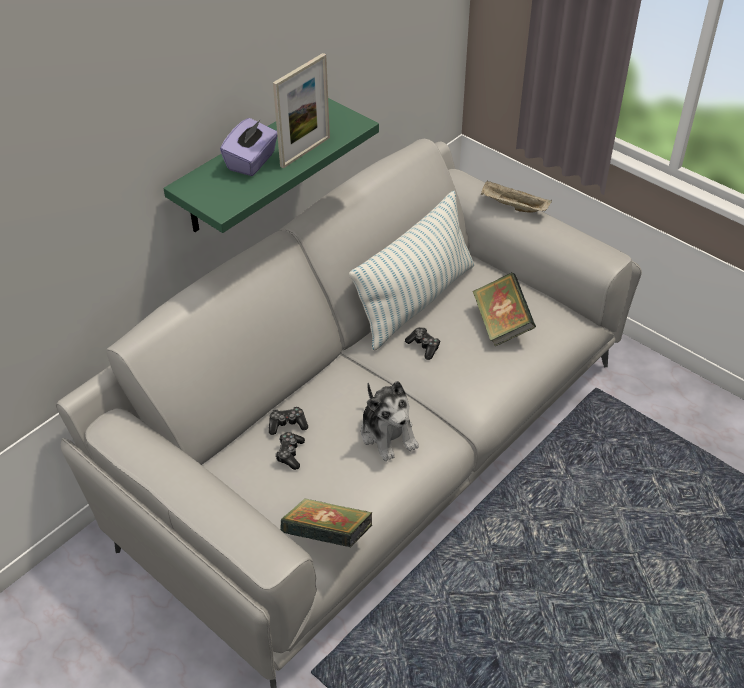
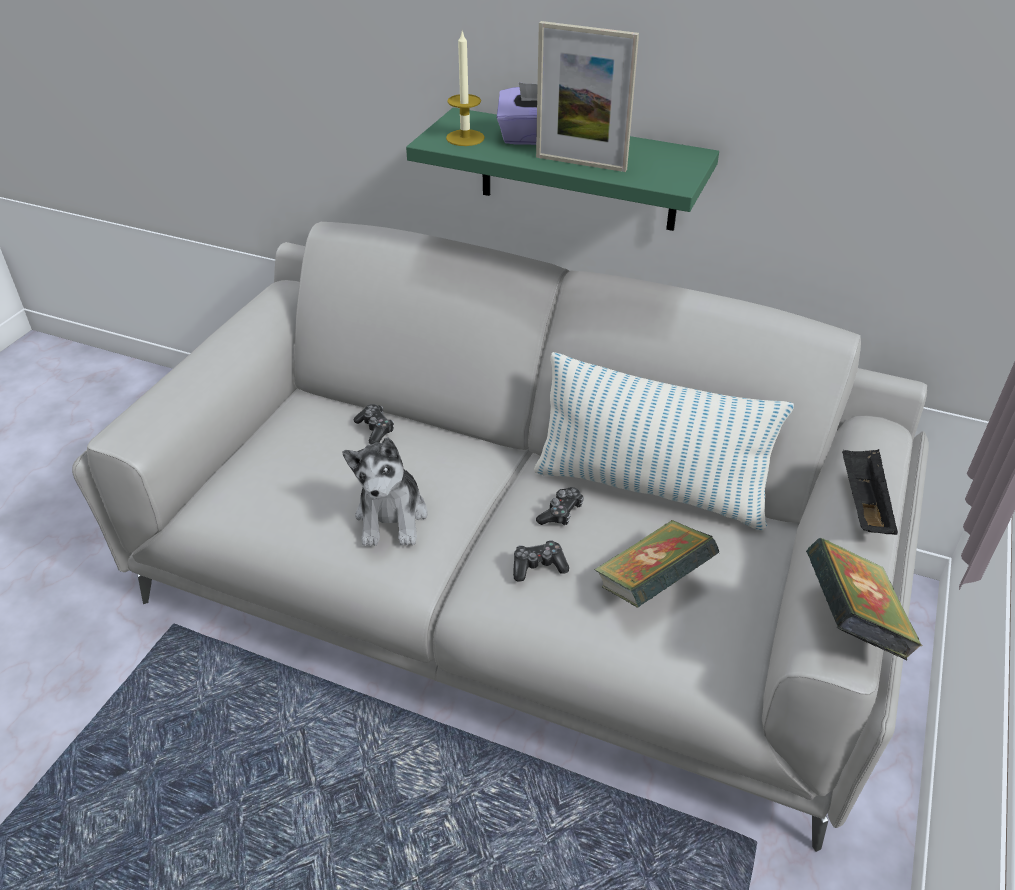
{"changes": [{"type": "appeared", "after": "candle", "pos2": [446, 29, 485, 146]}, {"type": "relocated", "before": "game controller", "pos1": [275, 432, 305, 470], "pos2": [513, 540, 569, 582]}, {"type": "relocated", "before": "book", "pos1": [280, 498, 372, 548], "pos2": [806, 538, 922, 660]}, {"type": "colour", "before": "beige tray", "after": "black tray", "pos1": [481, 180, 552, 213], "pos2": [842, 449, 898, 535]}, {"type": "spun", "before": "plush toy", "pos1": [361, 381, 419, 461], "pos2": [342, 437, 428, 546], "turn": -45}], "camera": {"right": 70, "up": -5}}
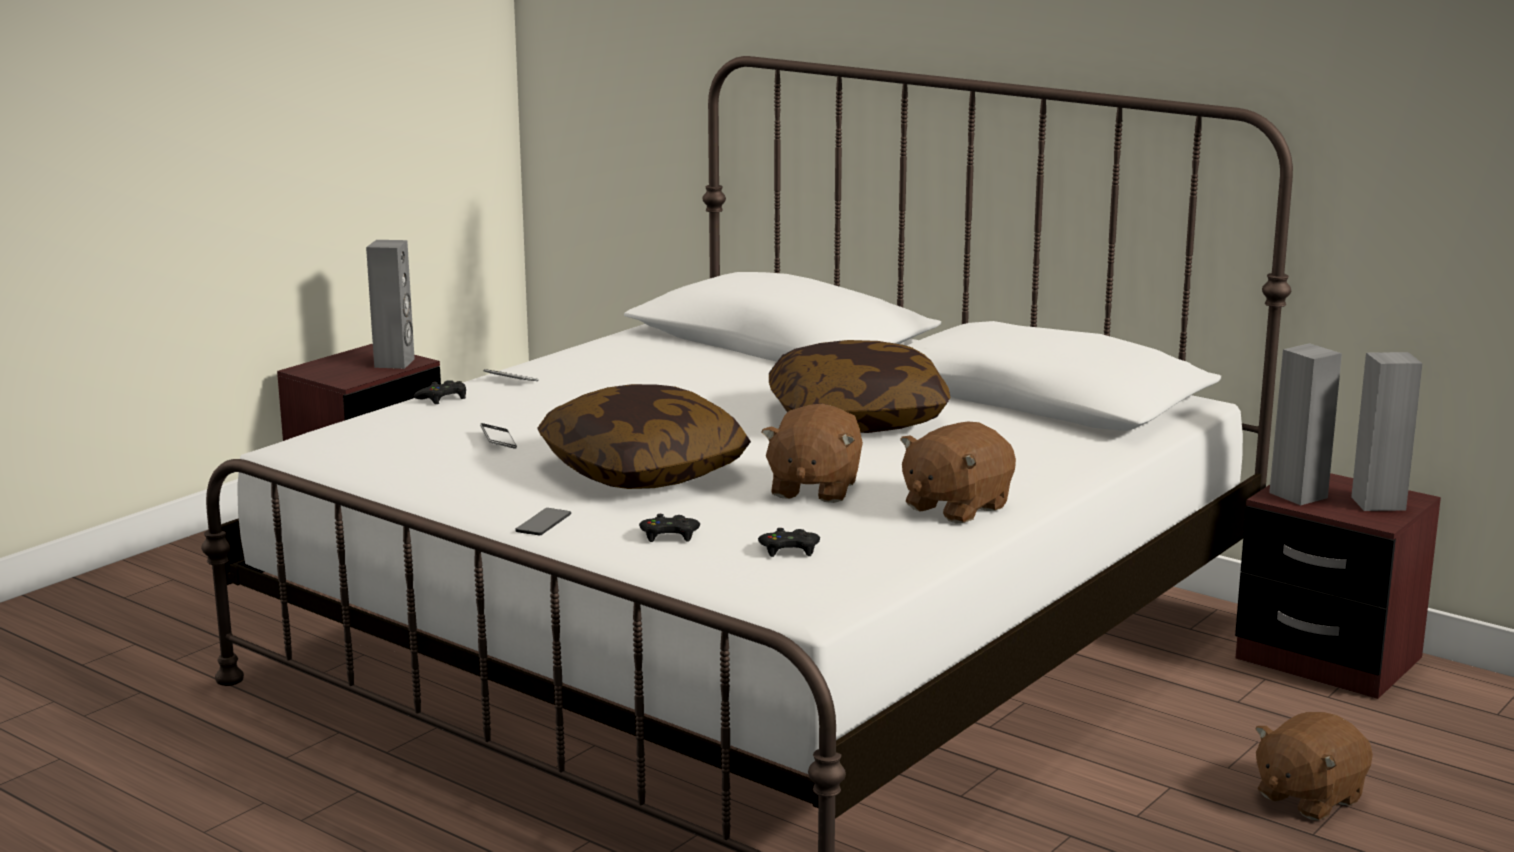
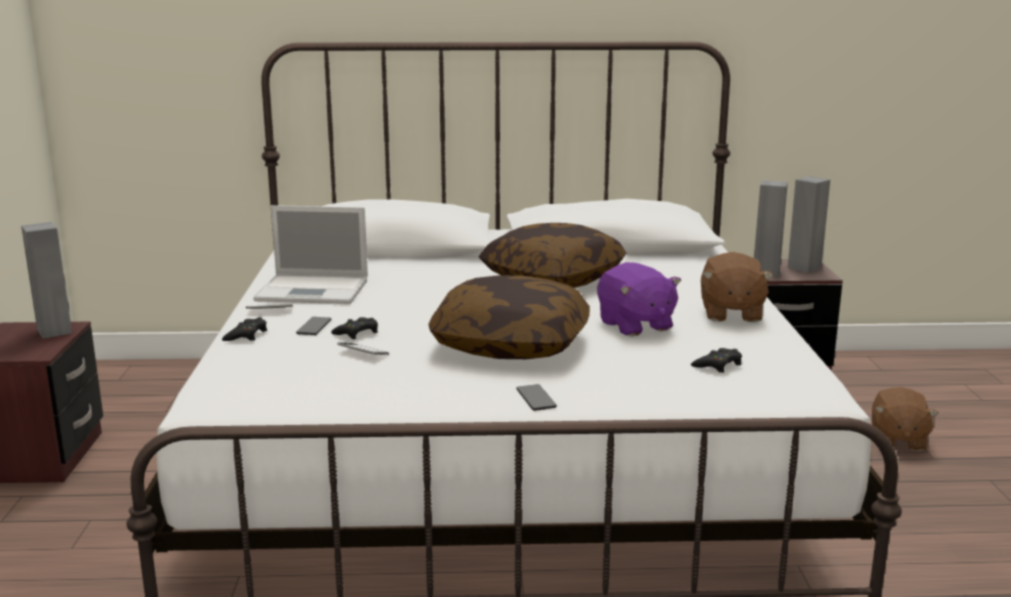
{"changes": [{"type": "appeared", "after": "laptop", "pos2": [253, 205, 368, 304]}, {"type": "appeared", "after": "phone", "pos2": [296, 317, 332, 335]}, {"type": "relocated", "before": "black game controller", "pos1": [639, 514, 700, 542], "pos2": [331, 317, 378, 339]}, {"type": "colour", "before": "brown plush toy", "after": "purple plush toy", "pos1": [761, 404, 863, 503], "pos2": [597, 262, 681, 336]}], "camera": {"right": -40, "up": 0}}
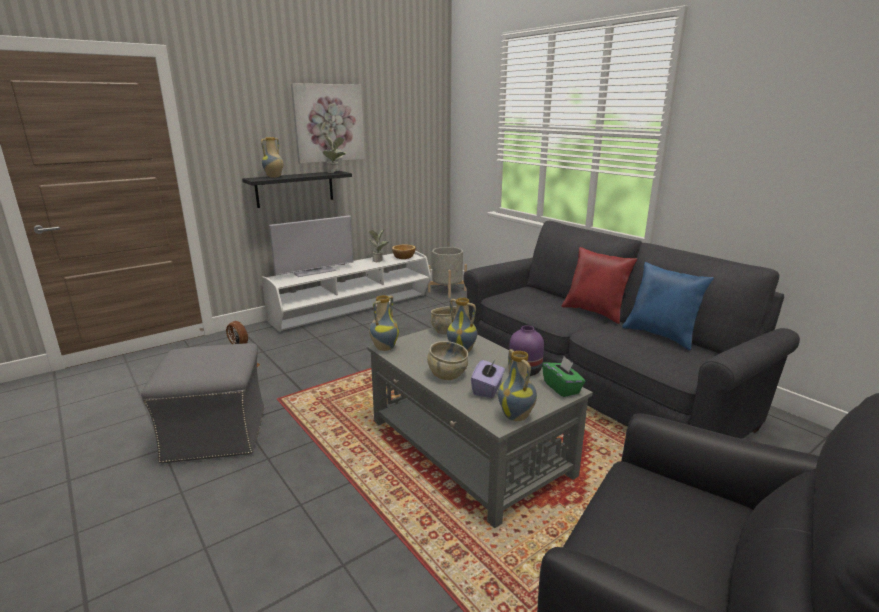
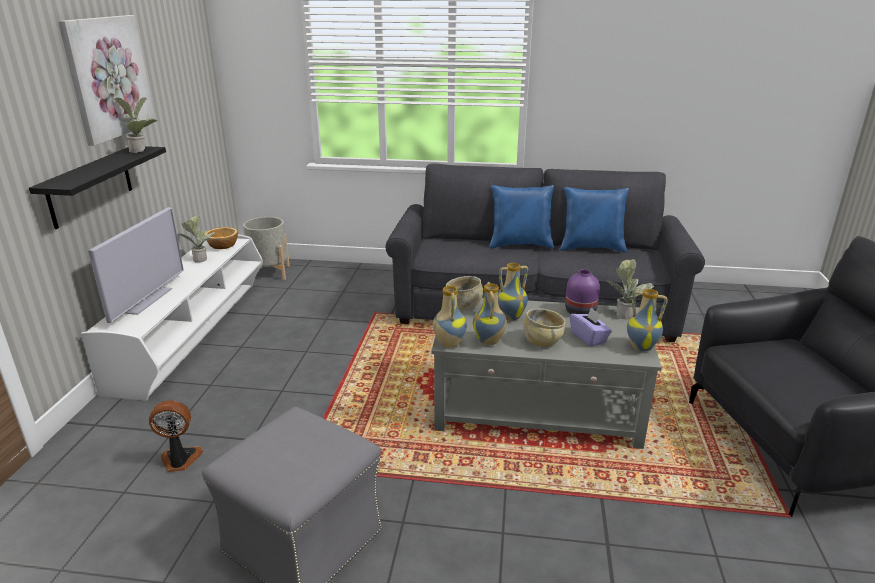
{"changes": [{"type": "relocated", "before": "vase", "pos1": [261, 137, 284, 178], "pos2": [473, 282, 507, 345]}, {"type": "exchanged", "before": "green tissue box", "after": "potted plant", "pos1": [542, 356, 585, 397], "pos2": [606, 259, 654, 319]}, {"type": "colour", "before": "red pillow", "after": "blue pillow", "pos1": [561, 247, 637, 324], "pos2": [489, 185, 554, 249]}], "camera": {"right": -45, "up": 5}}
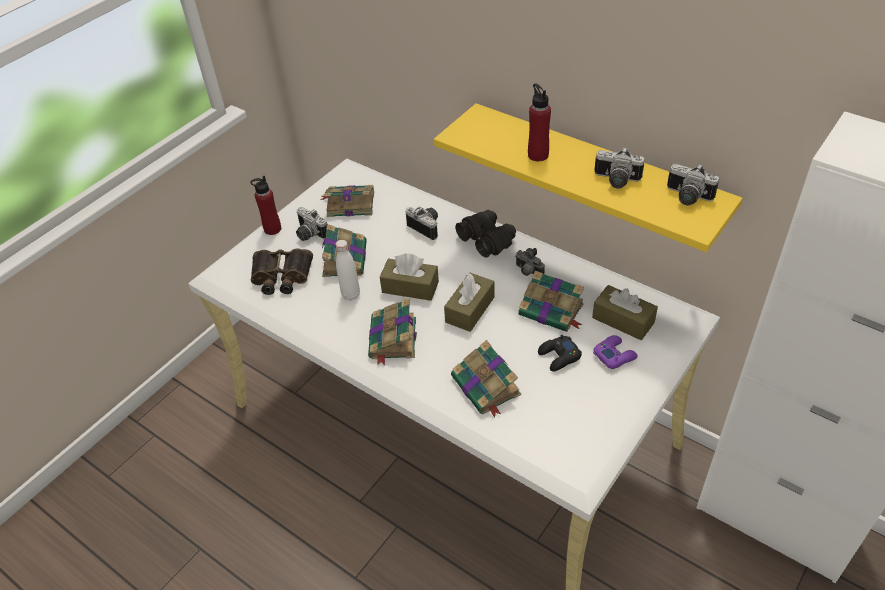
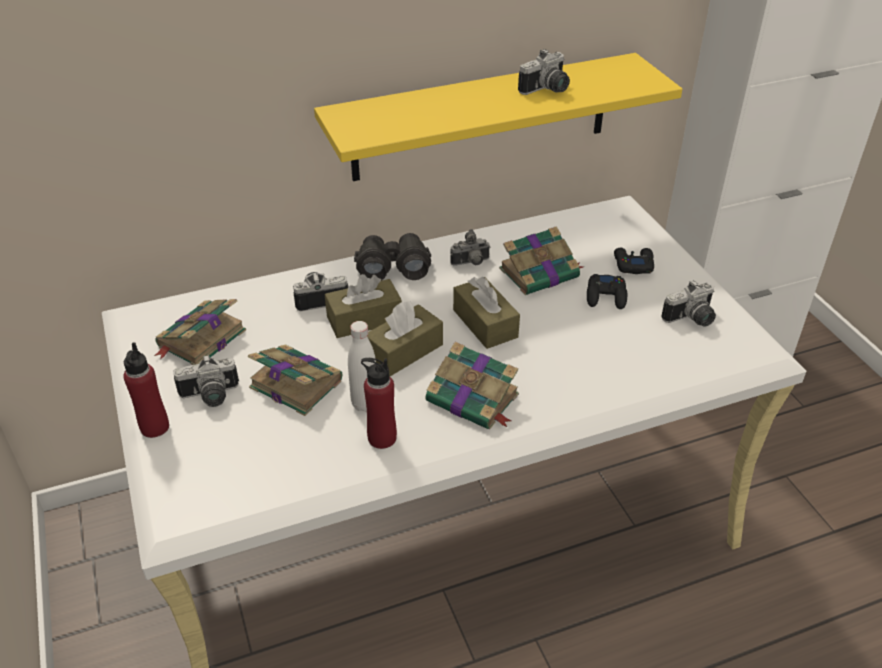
{"changes": [{"type": "missing", "before": "binoculars", "pos1": [251, 249, 313, 295]}, {"type": "missing", "before": "book", "pos1": [451, 340, 521, 417]}, {"type": "relocated", "before": "red bottle", "pos1": [528, 83, 551, 162], "pos2": [361, 358, 397, 449]}, {"type": "relocated", "before": "brown tissue box", "pos1": [592, 285, 658, 340], "pos2": [325, 274, 402, 338]}, {"type": "relocated", "before": "photo camera", "pos1": [667, 164, 719, 205], "pos2": [661, 280, 716, 327]}, {"type": "colour", "before": "purple game controller", "after": "black game controller", "pos1": [593, 335, 638, 369], "pos2": [614, 248, 654, 274]}], "camera": {"right": -60, "up": -5}}
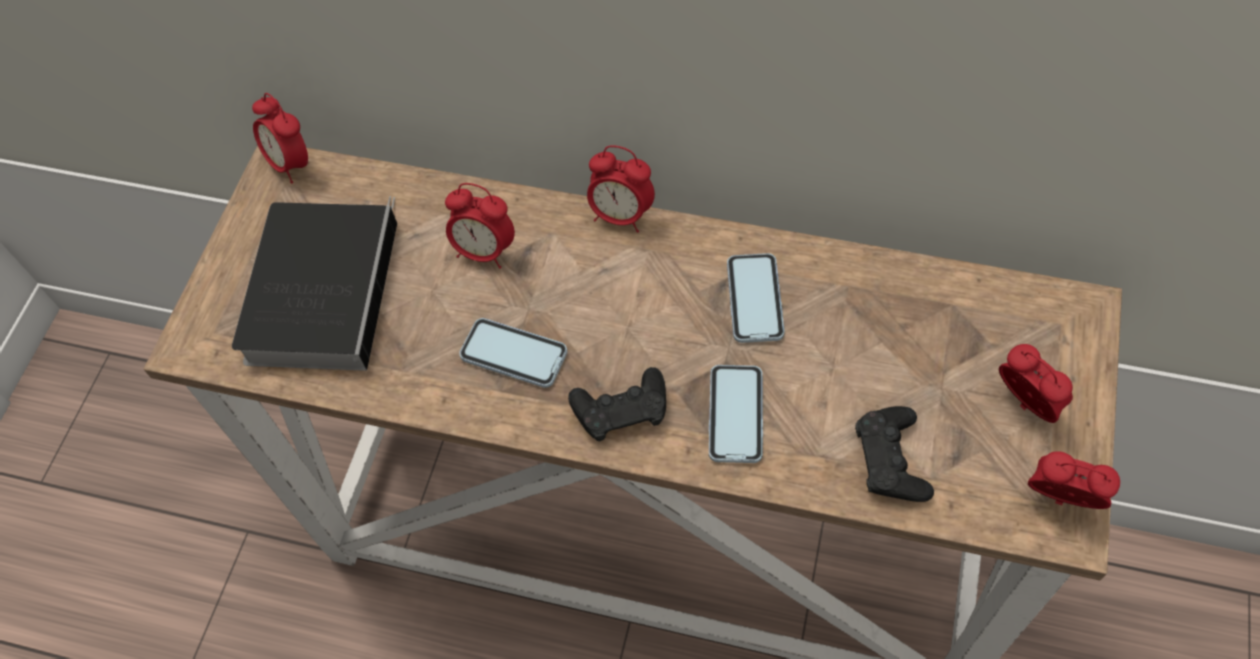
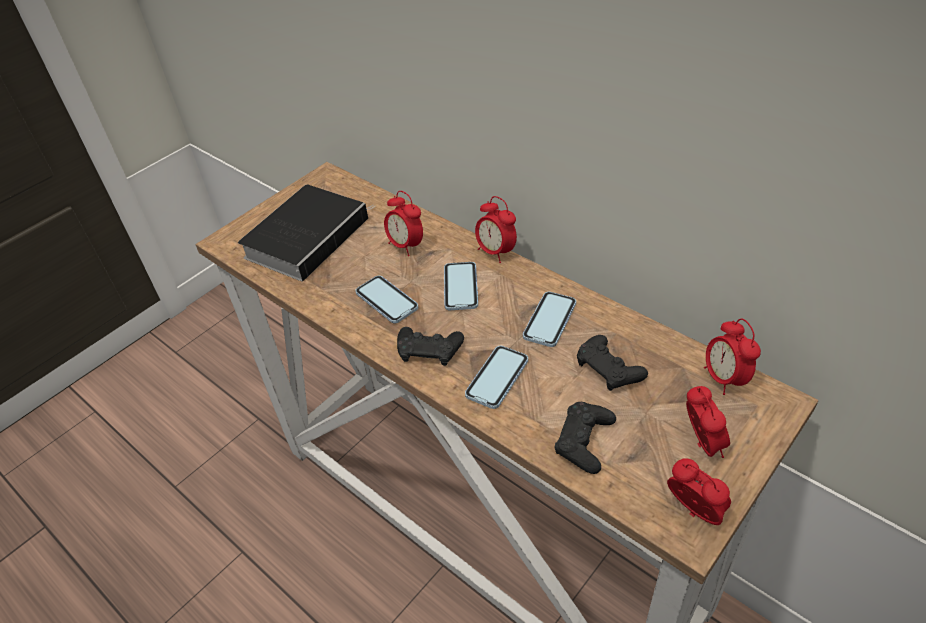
{"changes": [{"type": "appeared", "after": "phone", "pos2": [444, 262, 478, 310]}, {"type": "appeared", "after": "black game controller", "pos2": [577, 335, 648, 391]}, {"type": "relocated", "before": "alarm clock", "pos1": [252, 93, 308, 184], "pos2": [704, 319, 761, 395]}], "camera": {"right": 25, "up": -15}}
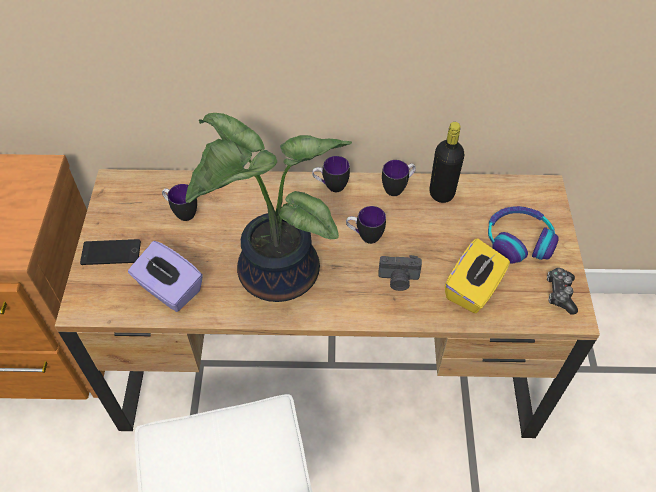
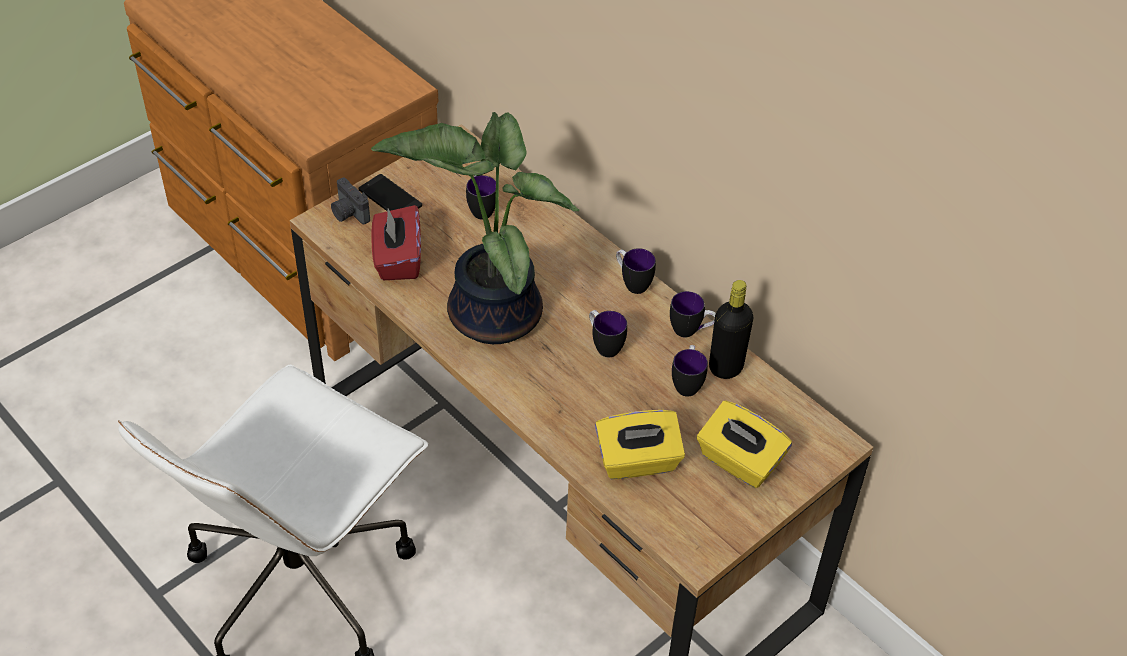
{"changes": [{"type": "missing", "before": "game controller", "pos1": [547, 268, 578, 315]}, {"type": "appeared", "after": "mug", "pos2": [672, 345, 708, 397]}, {"type": "relocated", "before": "photo camera", "pos1": [378, 255, 422, 291], "pos2": [331, 178, 370, 224]}, {"type": "exchanged", "before": "headphones", "after": "yellow tissue box", "pos1": [488, 206, 559, 264], "pos2": [697, 401, 792, 488]}, {"type": "colour", "before": "purple tissue box", "after": "red tissue box", "pos1": [128, 241, 203, 312], "pos2": [371, 205, 421, 280]}], "camera": {"right": 45, "up": -5}}
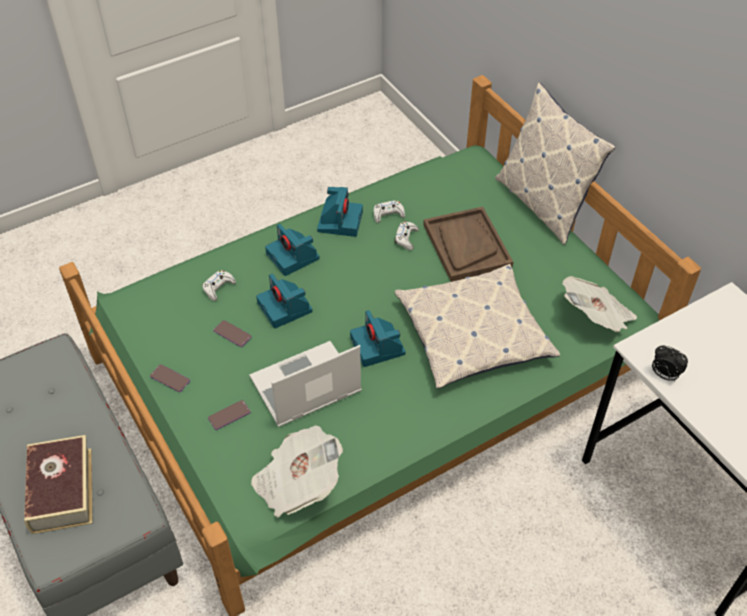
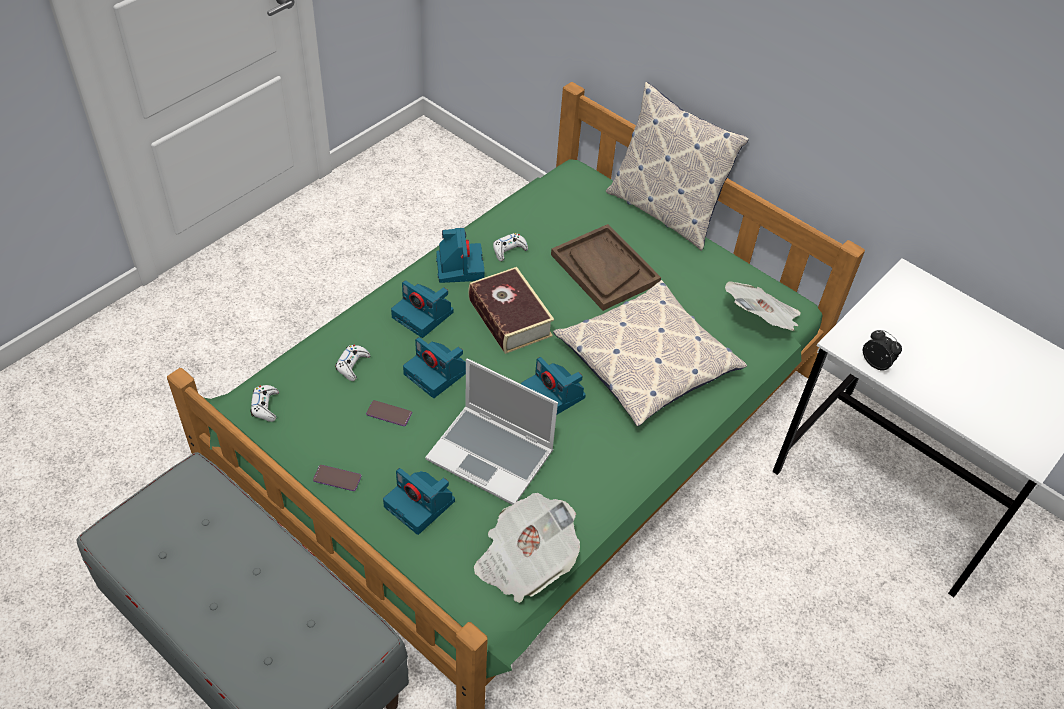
{"changes": [{"type": "relocated", "before": "book", "pos1": [24, 435, 93, 534], "pos2": [468, 267, 554, 354]}, {"type": "relocated", "before": "white game controller", "pos1": [395, 221, 419, 250], "pos2": [250, 385, 279, 422]}, {"type": "exchanged", "before": "phone", "after": "photo camera", "pos1": [208, 400, 251, 430], "pos2": [383, 468, 455, 535]}, {"type": "spun", "before": "laptop", "pos1": [249, 341, 362, 427], "pos2": [425, 358, 558, 505], "turn": -105}, {"type": "spun", "before": "alarm clock", "pos1": [652, 345, 688, 381], "pos2": [863, 330, 902, 370], "turn": -150}], "camera": {"right": -20, "up": 0}}
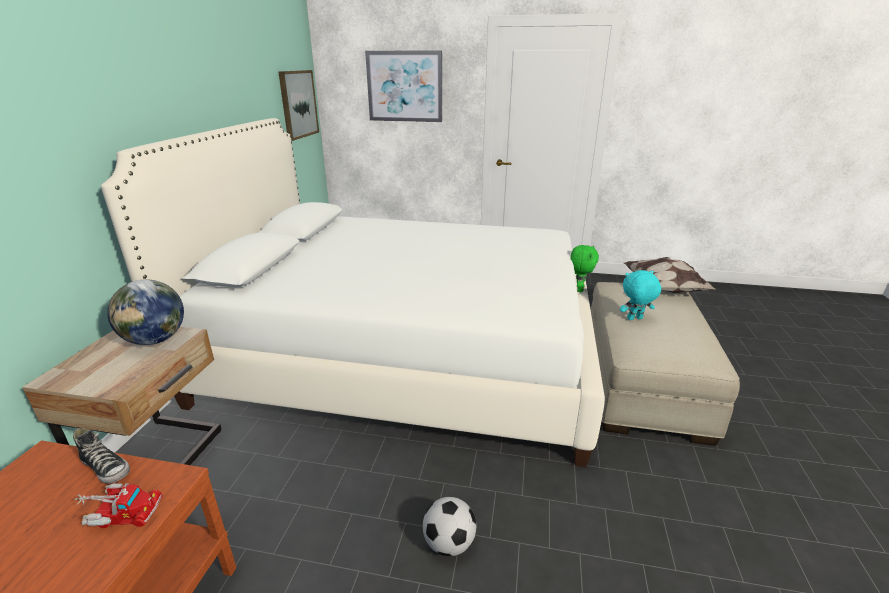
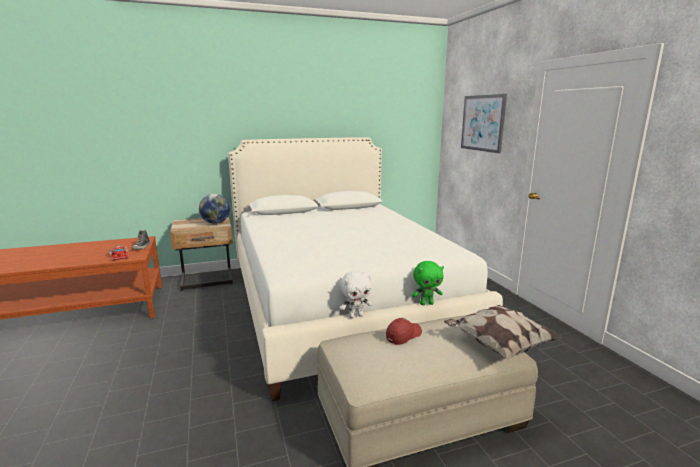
{"changes": [{"type": "missing", "before": "picture", "pos1": [278, 70, 319, 141]}, {"type": "missing", "before": "football", "pos1": [423, 497, 476, 556]}, {"type": "appeared", "after": "white plush toy", "pos2": [340, 271, 372, 318]}, {"type": "exchanged", "before": "turquoise plush toy", "after": "red cap", "pos1": [620, 270, 661, 320], "pos2": [386, 318, 422, 345]}], "camera": {"right": 60, "up": -10}}
